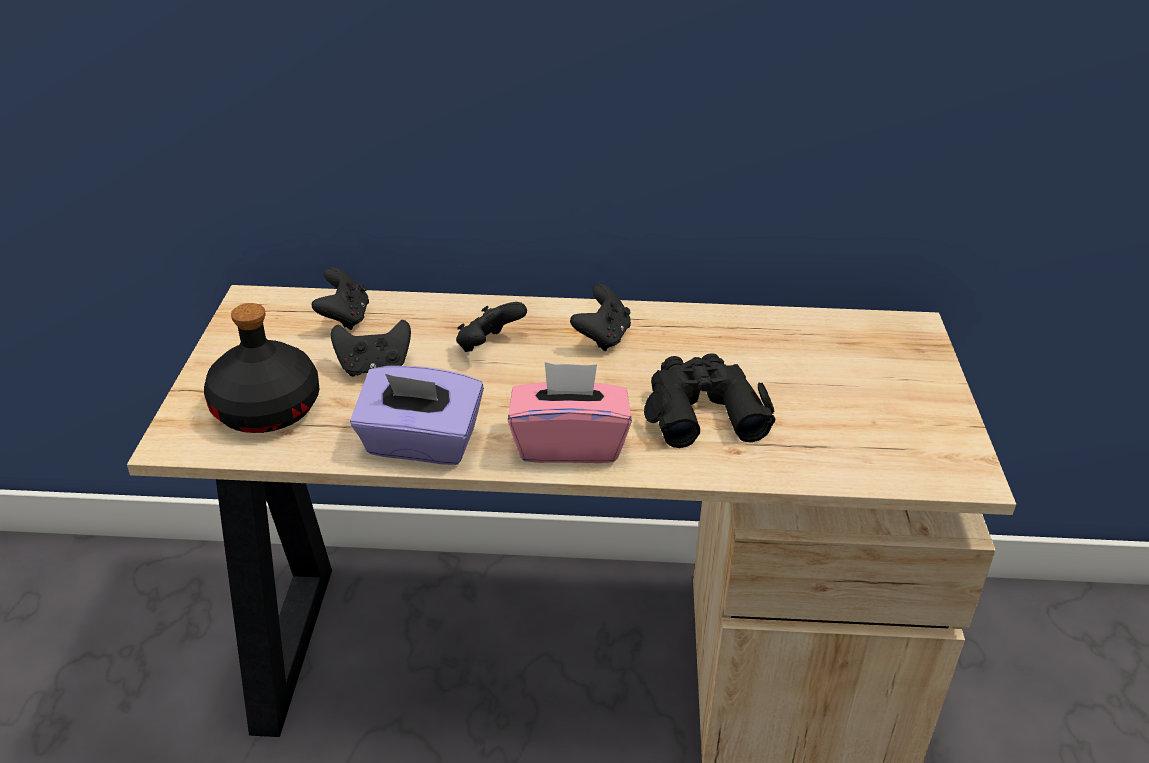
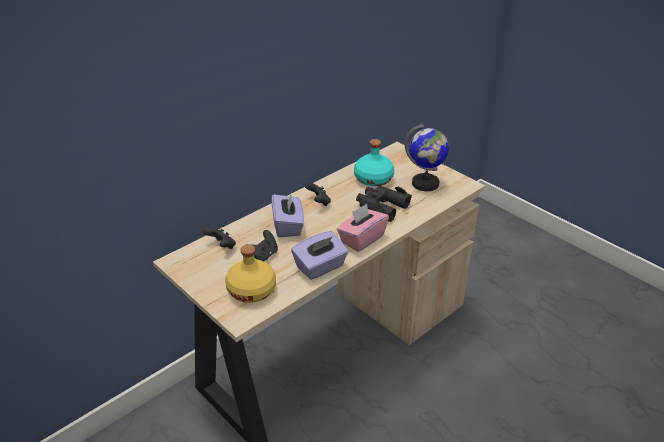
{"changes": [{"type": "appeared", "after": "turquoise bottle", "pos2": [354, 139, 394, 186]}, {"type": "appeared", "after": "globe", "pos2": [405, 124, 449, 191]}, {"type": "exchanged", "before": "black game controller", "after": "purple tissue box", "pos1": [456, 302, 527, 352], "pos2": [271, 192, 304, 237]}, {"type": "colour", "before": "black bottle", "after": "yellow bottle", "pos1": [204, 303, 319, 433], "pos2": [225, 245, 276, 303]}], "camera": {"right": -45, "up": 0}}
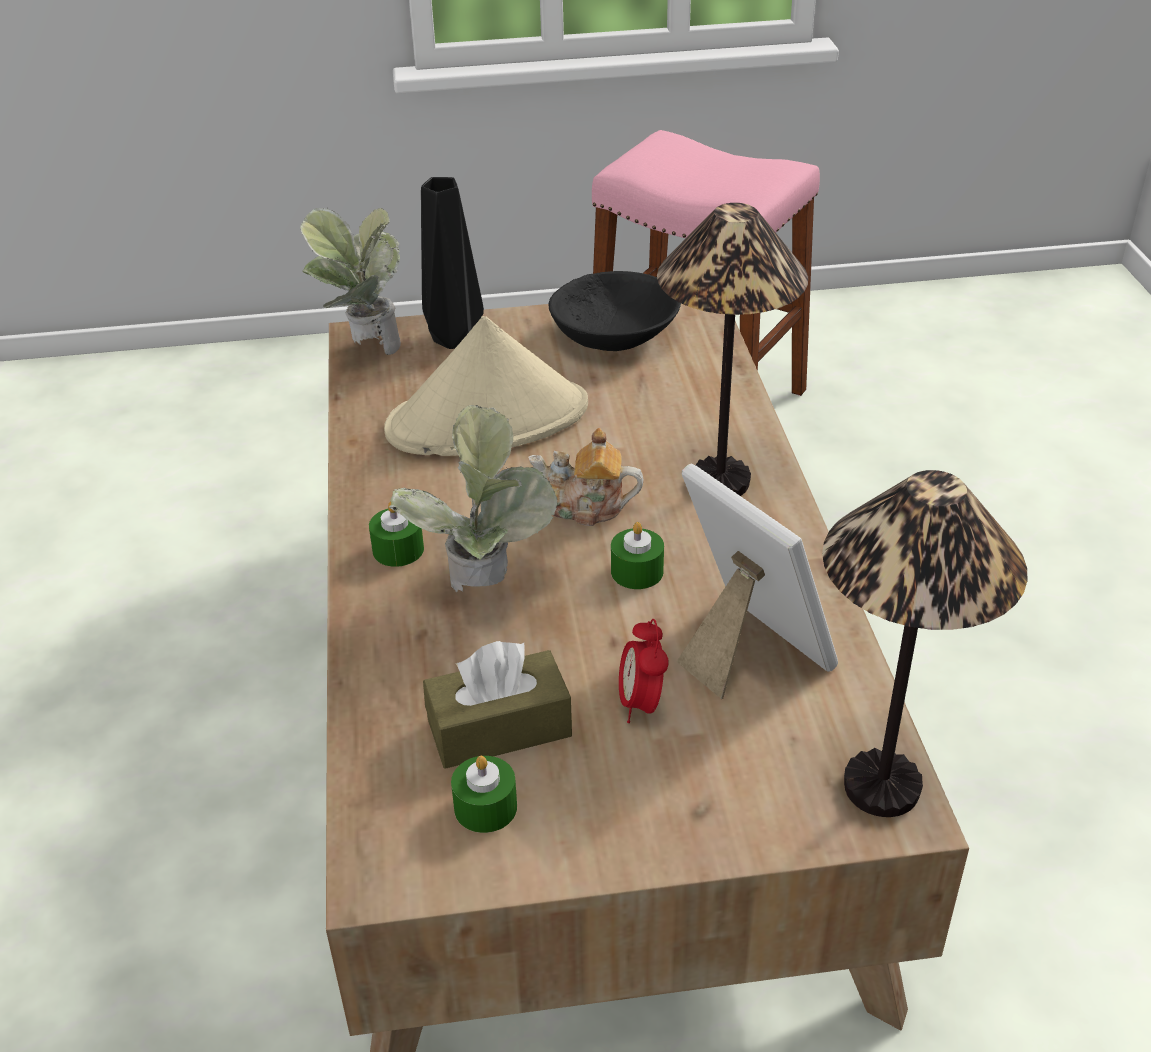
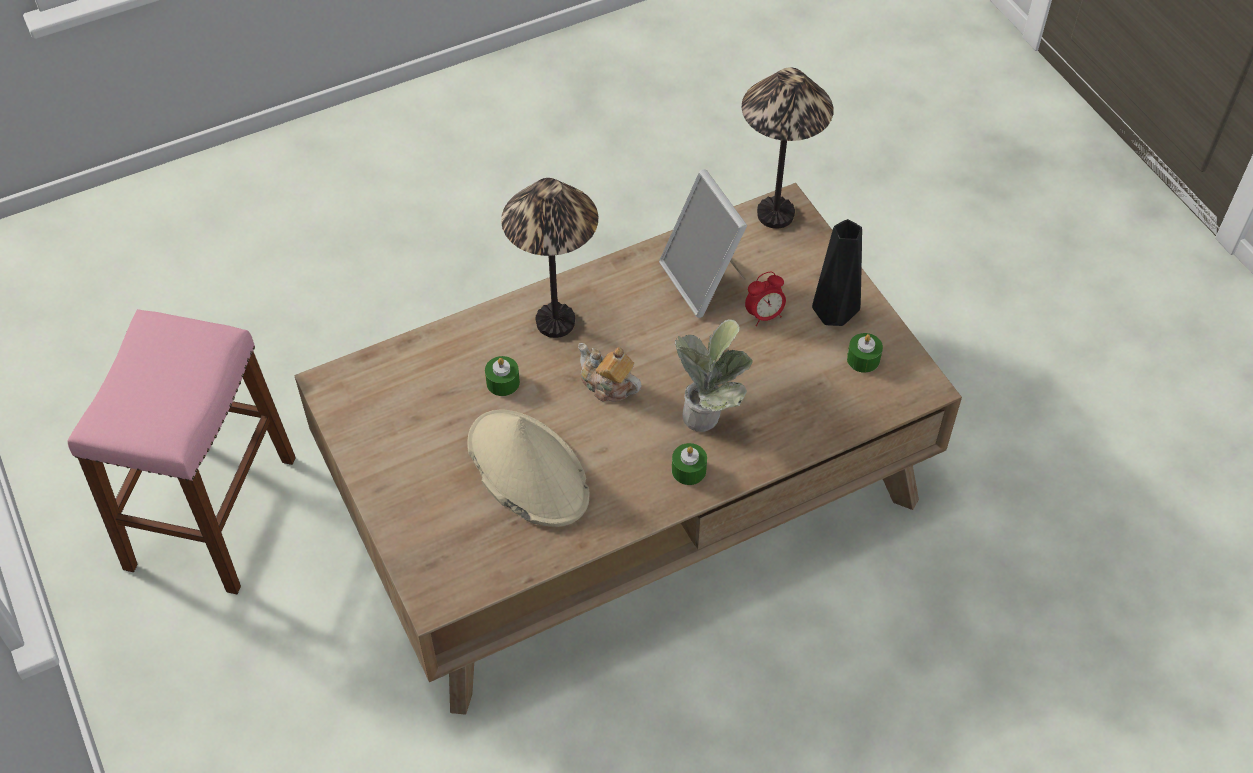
{"changes": [{"type": "missing", "before": "potted plant", "pos1": [300, 208, 401, 355]}, {"type": "missing", "before": "brown tissue box", "pos1": [423, 641, 572, 769]}, {"type": "missing", "before": "black bowl", "pos1": [549, 271, 681, 351]}, {"type": "relocated", "before": "black vase", "pos1": [421, 177, 484, 349], "pos2": [812, 219, 862, 326]}, {"type": "relocated", "before": "green candle", "pos1": [611, 522, 664, 589], "pos2": [485, 356, 520, 396]}, {"type": "spun", "before": "teapot", "pos1": [528, 428, 644, 526], "pos2": [578, 343, 642, 402], "turn": 135}, {"type": "spun", "before": "picture frame", "pos1": [677, 464, 838, 699], "pos2": [659, 169, 747, 318], "turn": -60}], "camera": {"right": -110, "up": 15}}
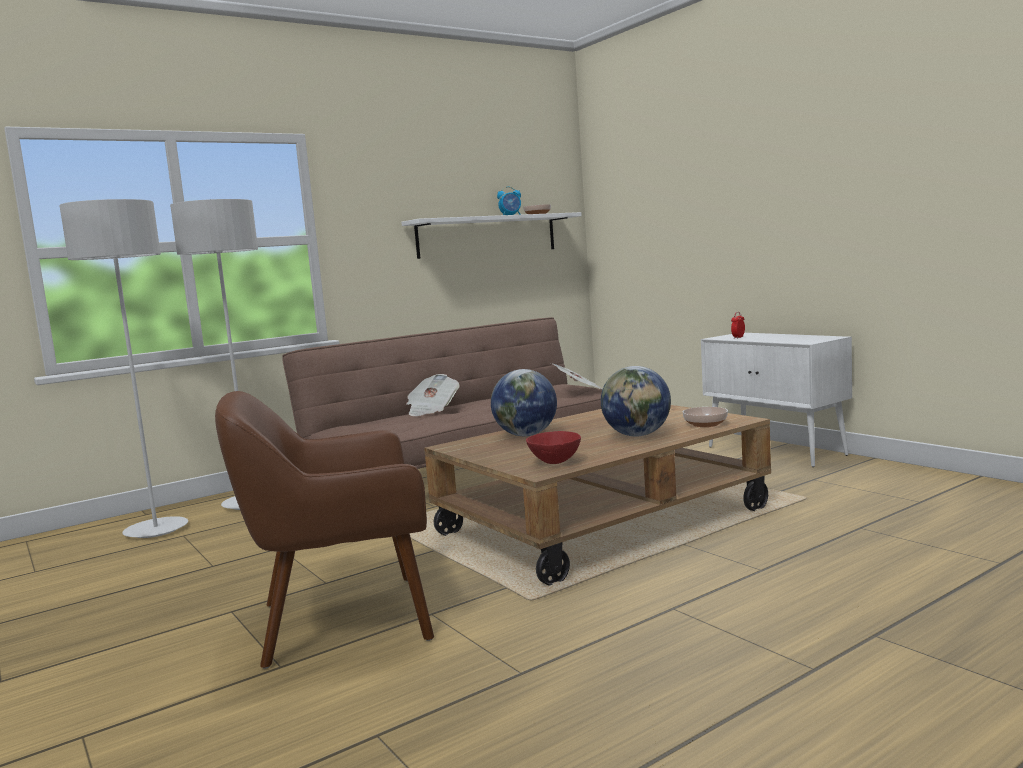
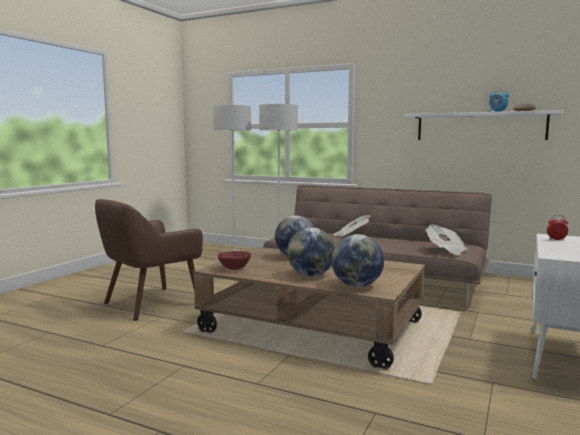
{"changes": [{"type": "exchanged", "before": "bowl", "after": "globe", "pos1": [683, 407, 728, 427], "pos2": [332, 234, 384, 287]}, {"type": "spun", "before": "brown armchair", "pos1": [215, 391, 434, 669], "pos2": [95, 199, 203, 321], "turn": -90}], "camera": {"right": 60, "up": 0}}
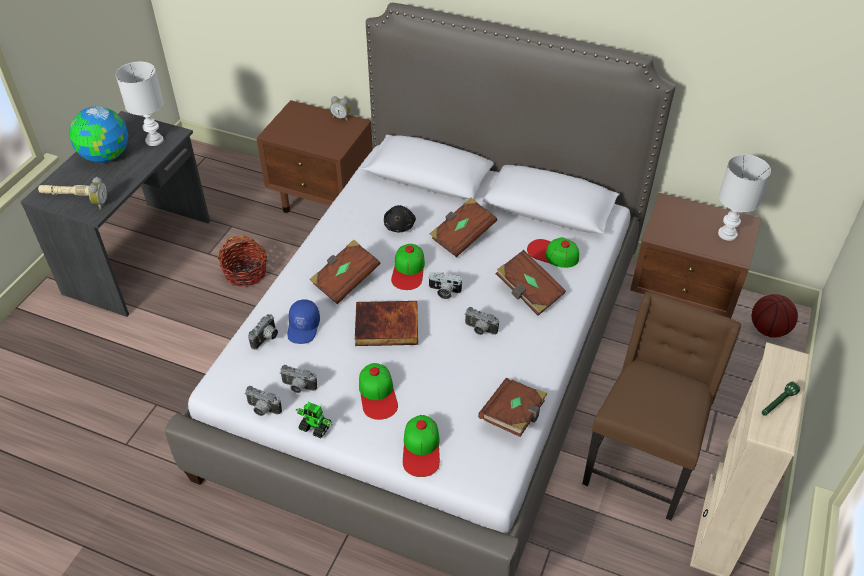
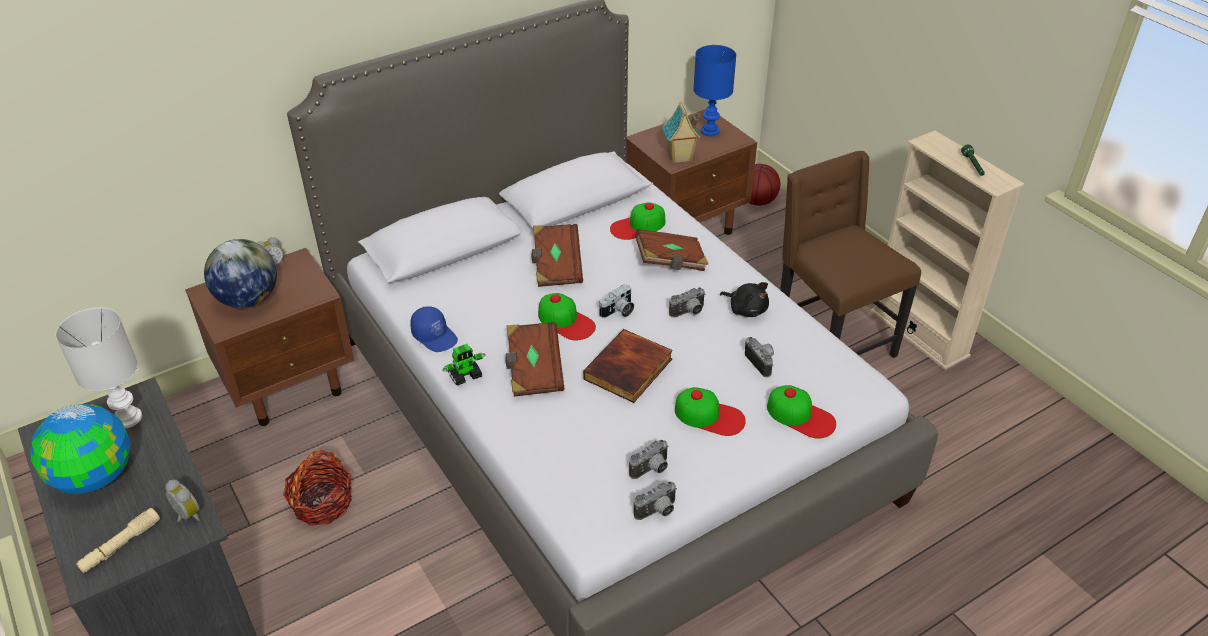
{"changes": [{"type": "missing", "before": "brown book", "pos1": [478, 378, 547, 437]}, {"type": "appeared", "after": "globe", "pos2": [204, 239, 277, 309]}, {"type": "appeared", "after": "toy house", "pos2": [662, 101, 701, 164]}, {"type": "relocated", "before": "photo camera", "pos1": [248, 314, 278, 350], "pos2": [745, 337, 774, 377]}, {"type": "relocated", "before": "blue cap", "pos1": [288, 299, 320, 344], "pos2": [410, 306, 458, 352]}, {"type": "relocated", "before": "toy robot", "pos1": [296, 402, 332, 438], "pos2": [442, 344, 486, 386]}, {"type": "relocated", "before": "black plush toy", "pos1": [384, 205, 416, 232], "pos2": [720, 282, 769, 317]}, {"type": "colour", "before": "white table lamp", "after": "blue table lamp", "pos1": [718, 155, 771, 241], "pos2": [693, 45, 736, 136]}], "camera": {"right": -55, "up": -5}}
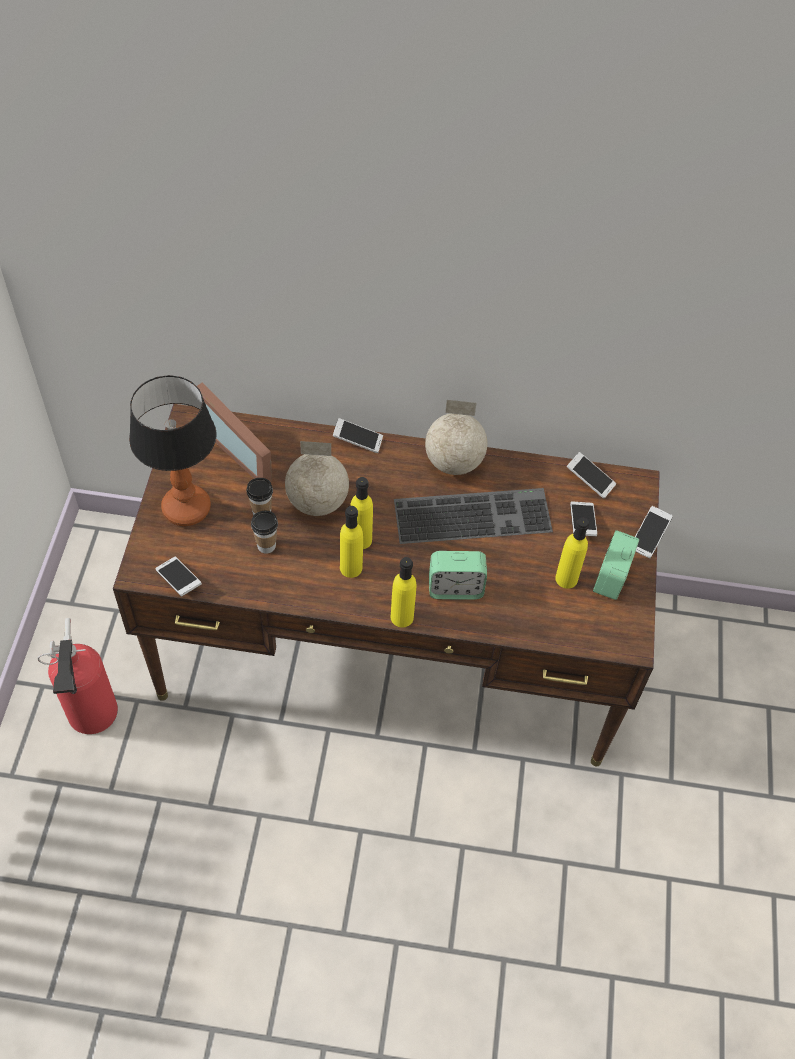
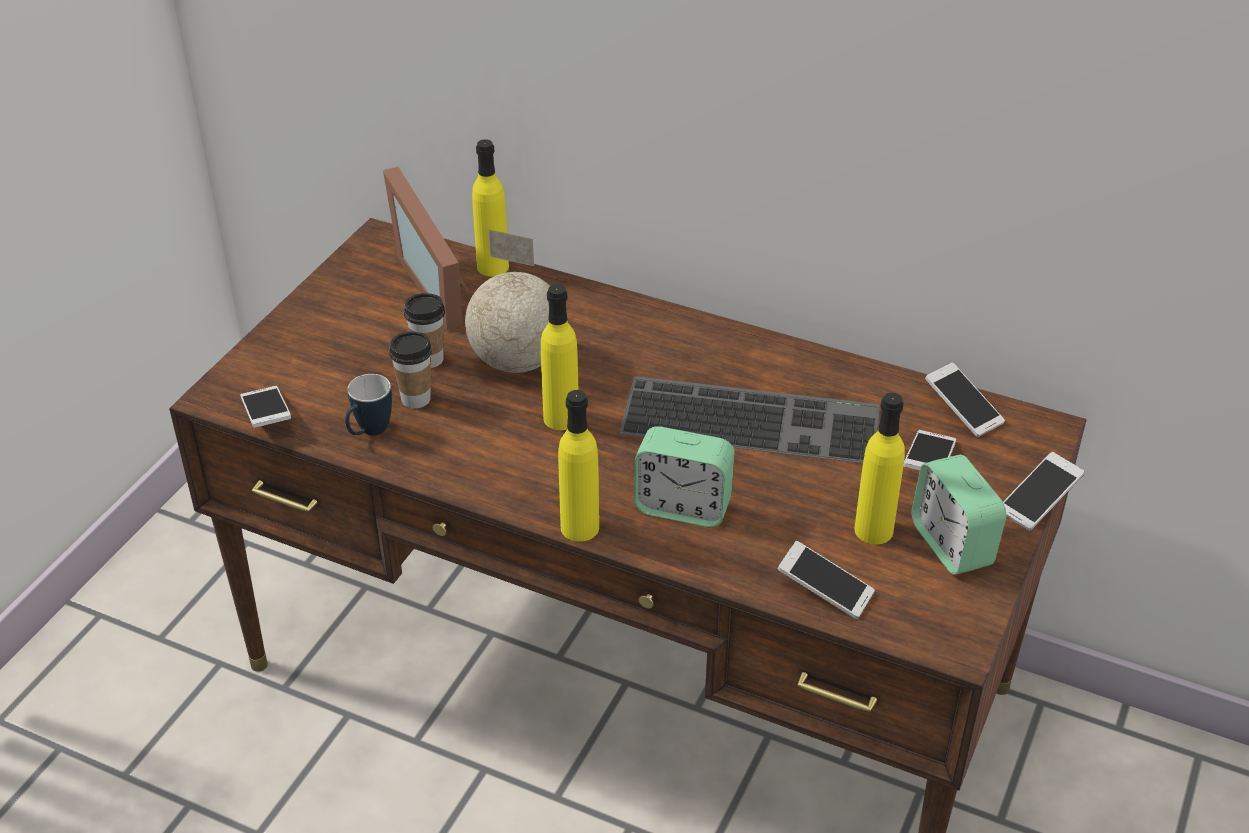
{"changes": [{"type": "missing", "before": "fire extinguisher", "pos1": [37, 618, 118, 734]}, {"type": "missing", "before": "table lamp", "pos1": [129, 375, 217, 526]}, {"type": "missing", "before": "globe", "pos1": [425, 400, 487, 475]}, {"type": "appeared", "after": "mug", "pos2": [345, 374, 392, 436]}, {"type": "relocated", "before": "phone", "pos1": [333, 418, 383, 453], "pos2": [778, 541, 875, 619]}, {"type": "relocated", "before": "yellow bottle", "pos1": [340, 506, 363, 578], "pos2": [472, 139, 509, 277]}, {"type": "spun", "before": "alarm clock", "pos1": [593, 530, 639, 600], "pos2": [911, 455, 1006, 575], "turn": -60}], "camera": {"right": 20, "up": -15}}
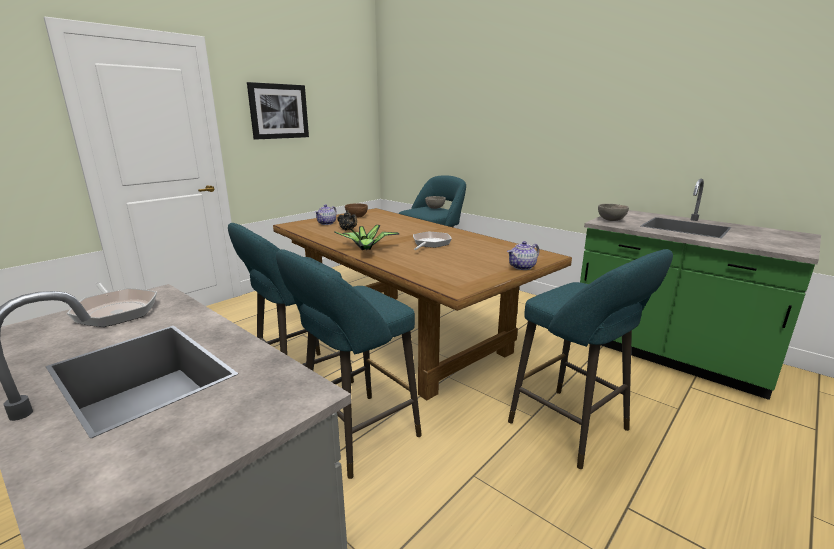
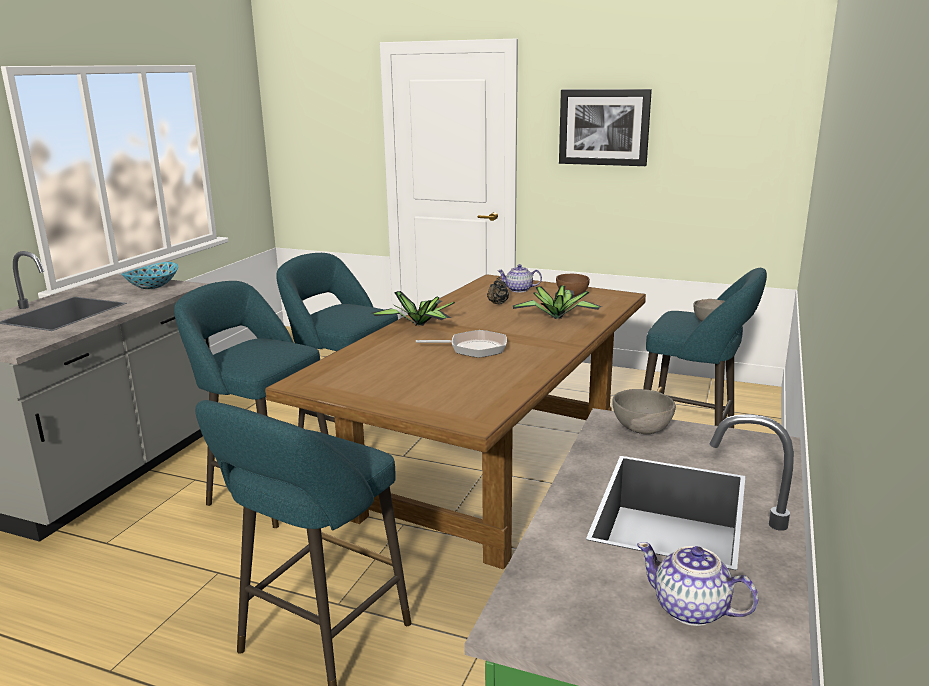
{"changes": [{"type": "appeared", "after": "potted plant", "pos2": [513, 285, 602, 320]}, {"type": "relocated", "before": "teapot", "pos1": [507, 241, 539, 270], "pos2": [637, 542, 759, 626]}, {"type": "exchanged", "before": "frying pan", "after": "bowl", "pos1": [67, 282, 157, 327], "pos2": [121, 262, 178, 289]}], "camera": {"right": 70, "up": 0}}
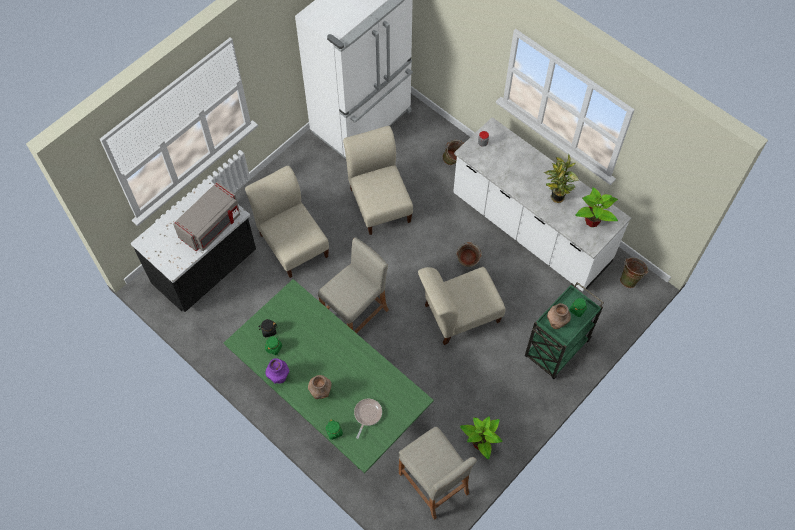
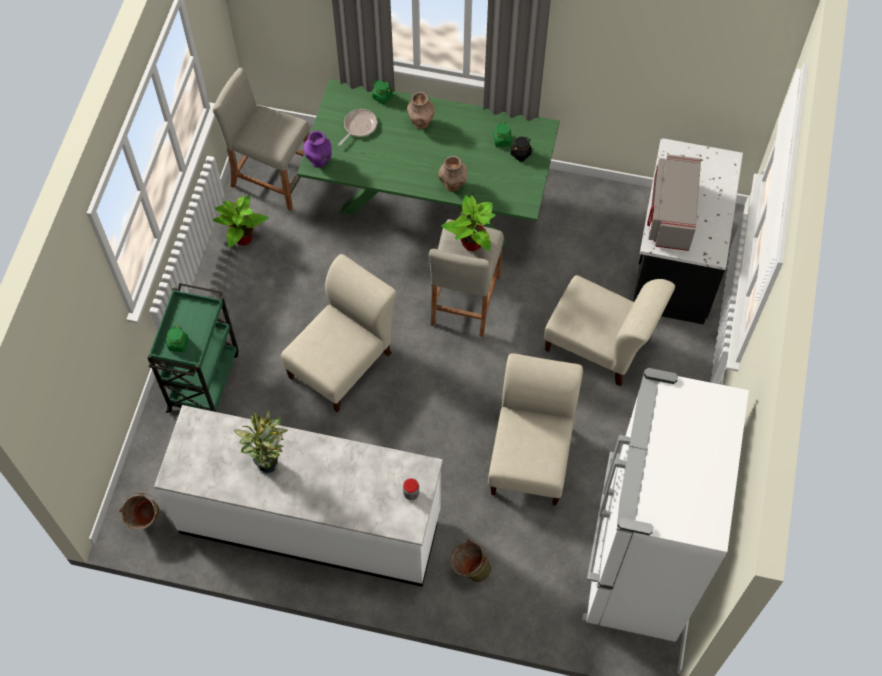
{"changes": [{"type": "missing", "before": "green bucket", "pos1": [456, 242, 482, 267]}, {"type": "relocated", "before": "purple vase", "pos1": [265, 358, 289, 384], "pos2": [304, 131, 332, 168]}, {"type": "relocated", "before": "brown vase", "pos1": [547, 303, 571, 329], "pos2": [438, 156, 467, 192]}, {"type": "relocated", "before": "potted plant", "pos1": [575, 187, 618, 227], "pos2": [441, 195, 496, 251]}, {"type": "spun", "before": "beige chair", "pos1": [343, 126, 413, 235], "pos2": [488, 353, 583, 506], "turn": -120}, {"type": "spun", "before": "frying pan", "pos1": [354, 399, 382, 439], "pos2": [338, 109, 377, 146], "turn": -135}], "camera": {"right": 150, "up": 0}}
